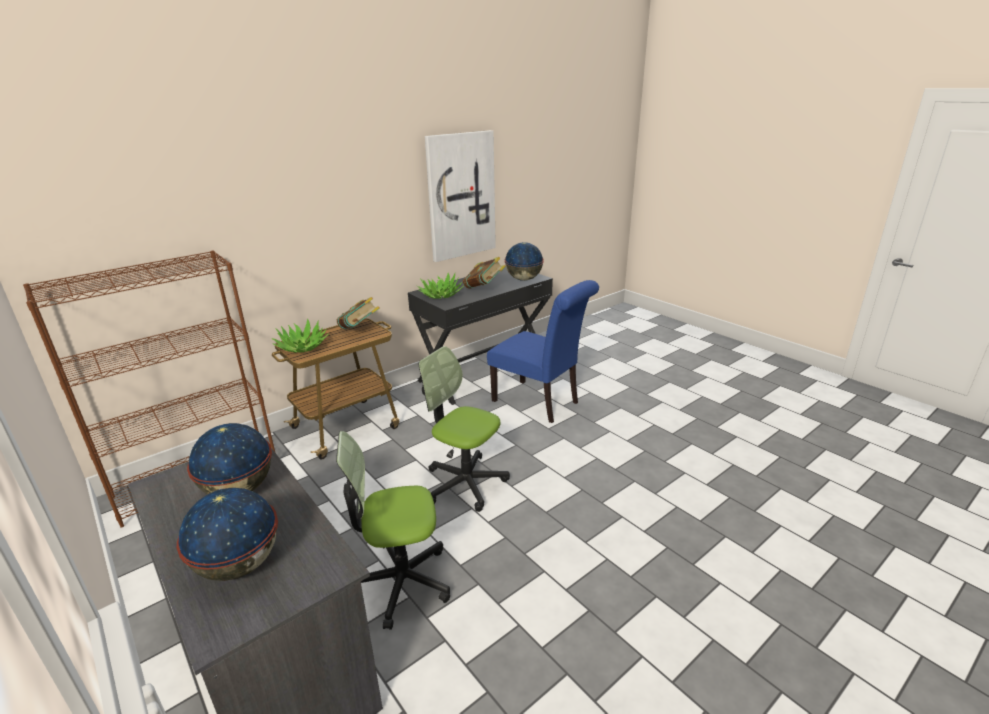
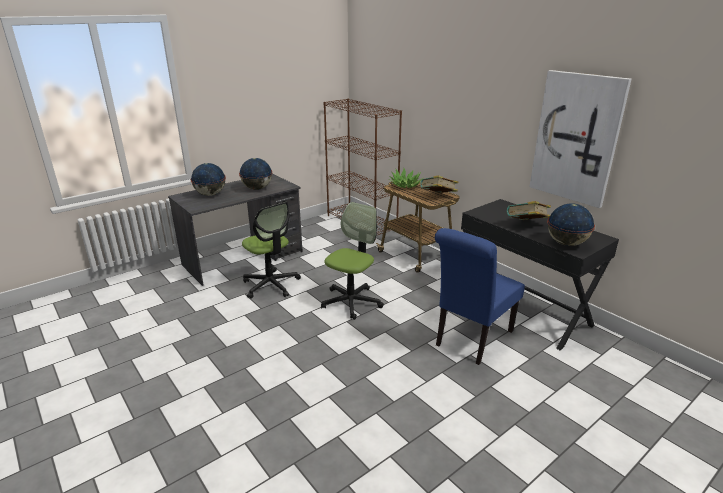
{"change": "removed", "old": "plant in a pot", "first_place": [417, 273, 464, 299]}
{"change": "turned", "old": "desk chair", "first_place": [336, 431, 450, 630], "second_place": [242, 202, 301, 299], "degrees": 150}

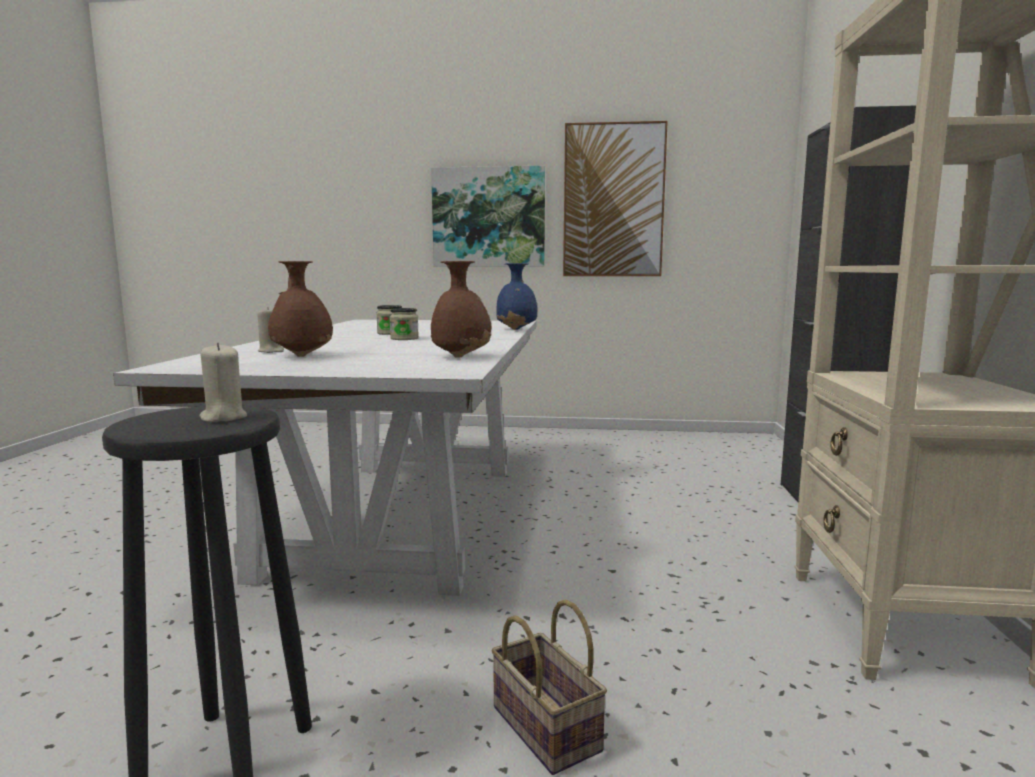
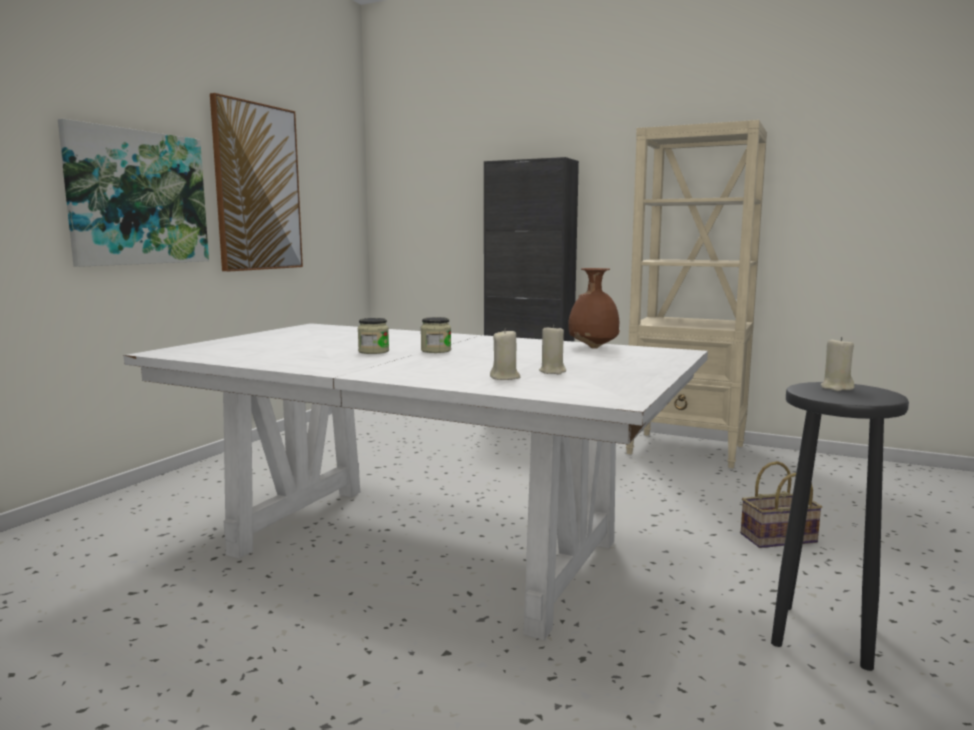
{"change": "replaced", "old": "vase/brown-coloured", "new": "candle/beige", "first_place": [268, 261, 333, 357], "second_place": [539, 324, 566, 374]}
{"change": "removed", "old": "vase/blue", "first_place": [496, 263, 537, 330]}

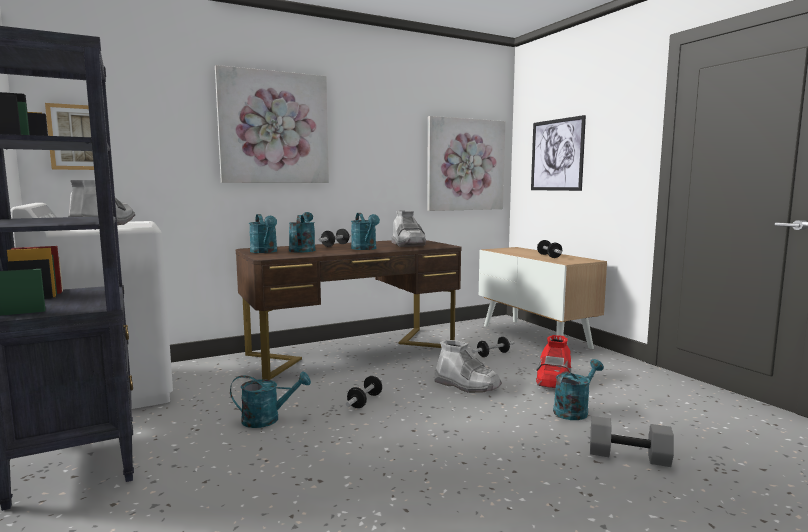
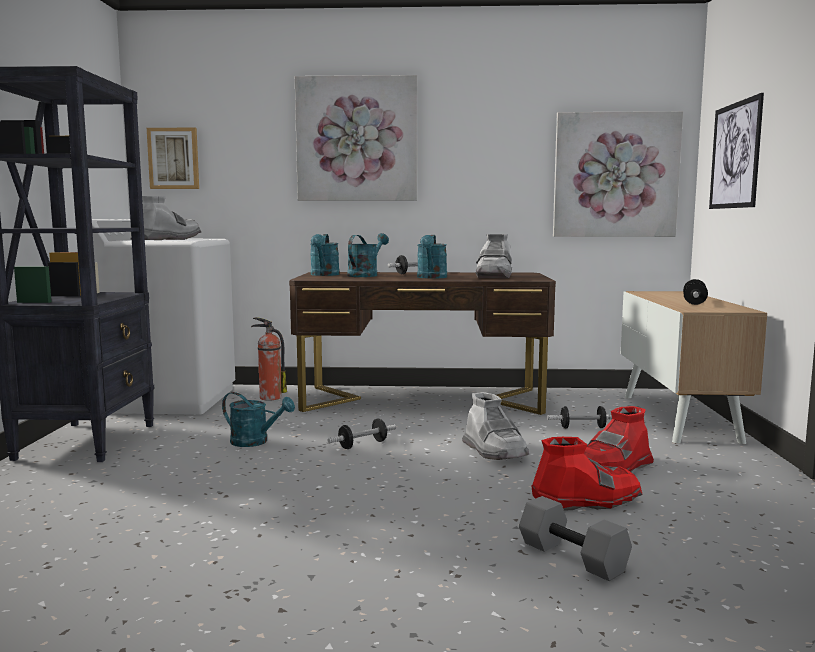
{"change": "replaced", "old": "watering can/turquoise", "new": "tall boot/reddish", "first_place": [553, 359, 604, 420], "second_place": [531, 437, 643, 511]}
{"change": "added", "new": "extinguisher", "second_place": [251, 317, 287, 400]}

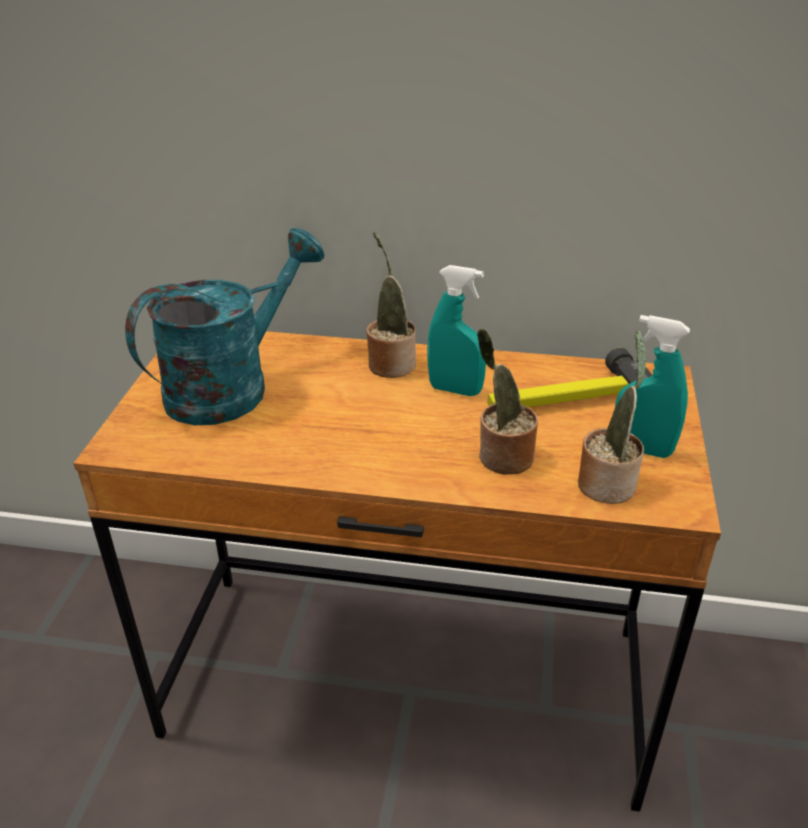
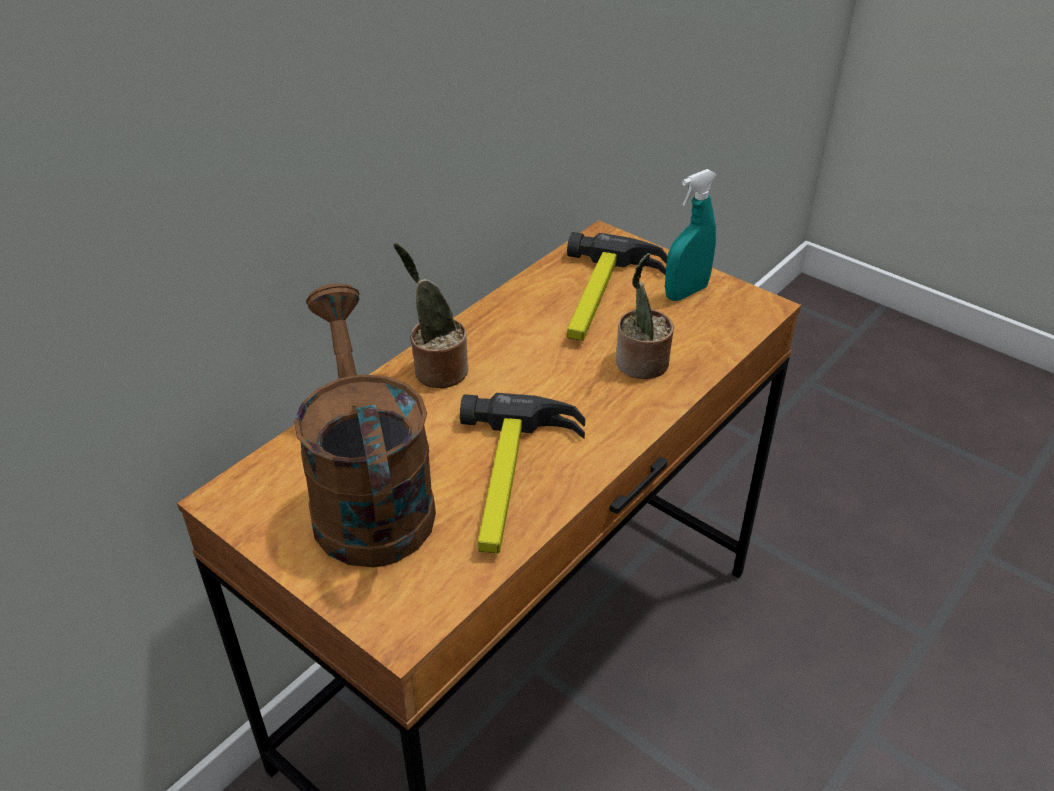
{"change": "recoloured", "old": "watering can/turquoise", "new": "watering can/brown-coloured", "first_place": [125, 228, 324, 425], "second_place": [294, 284, 436, 567]}
{"change": "removed", "old": "spray bottle/turquoise", "first_place": [427, 265, 486, 396]}
{"change": "removed", "old": "plant in a pot", "first_place": [578, 330, 647, 504]}
{"change": "added", "new": "hammer", "second_place": [460, 393, 585, 553]}

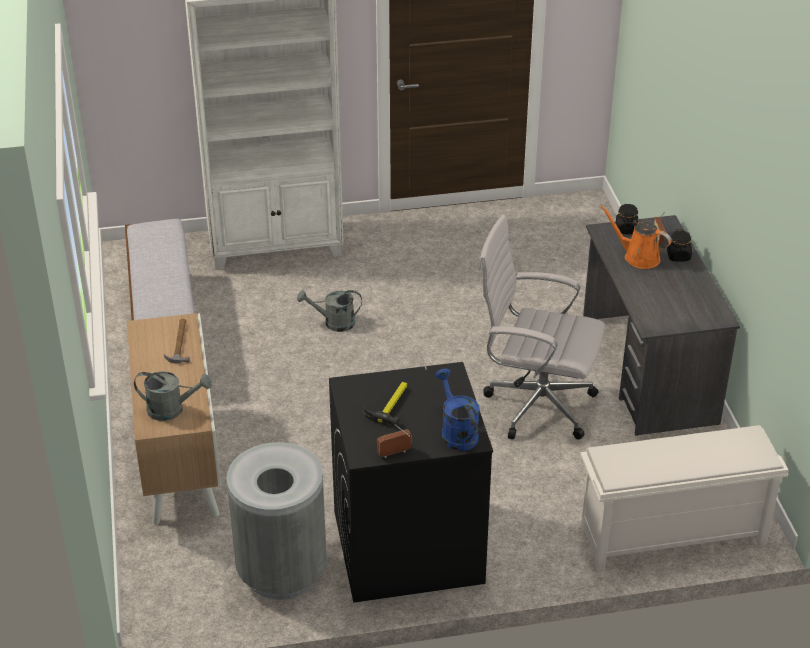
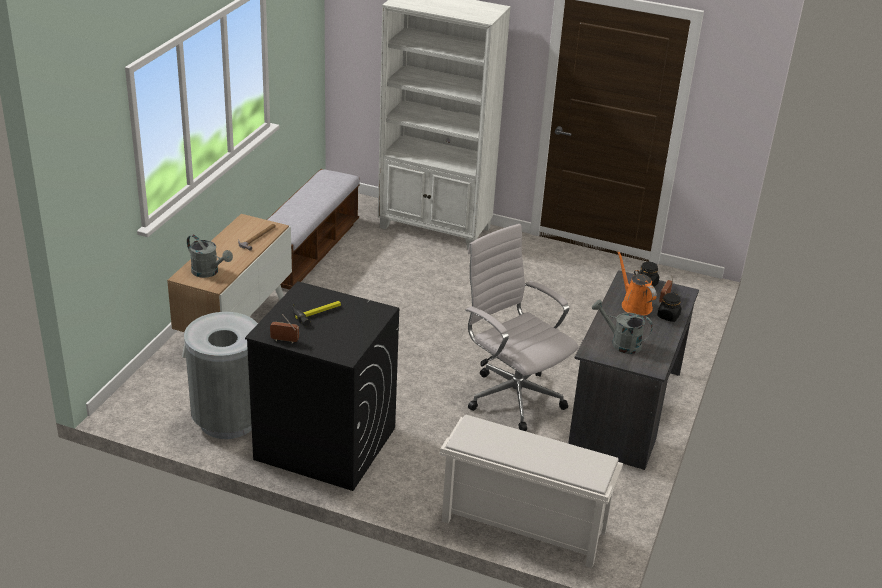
{"change": "moved", "old": "watering can/greyish", "first_place": [297, 290, 362, 332], "second_place": [592, 300, 653, 354]}
{"change": "removed", "old": "watering can/blue", "first_place": [435, 369, 479, 451]}

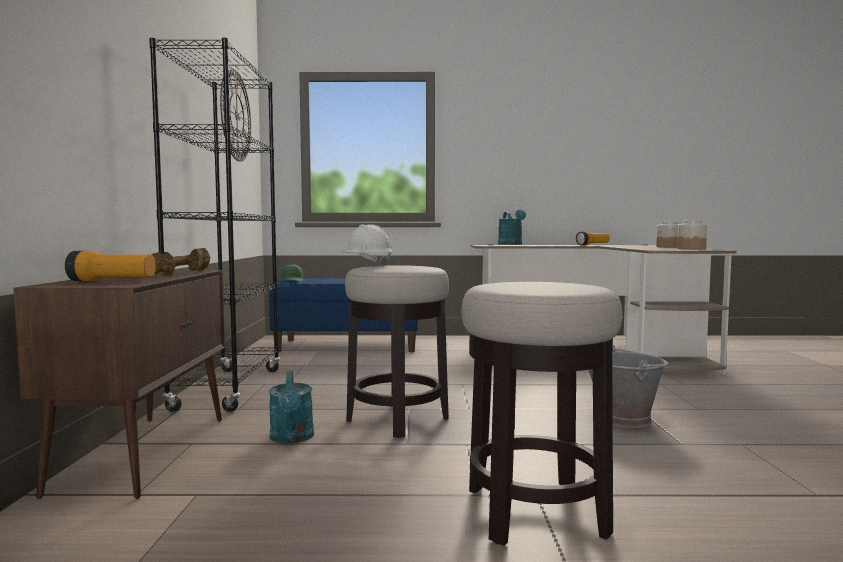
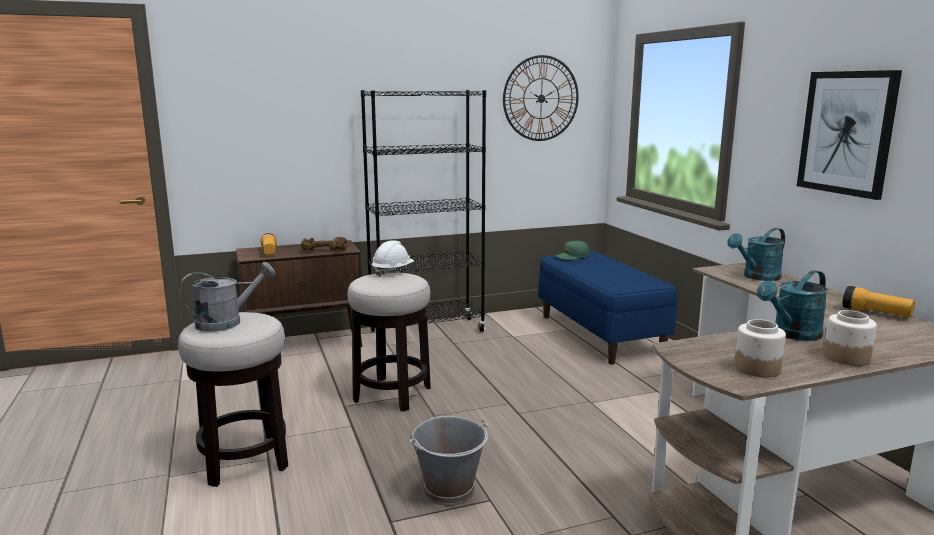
{"change": "moved", "old": "watering can/turquoise", "first_place": [269, 371, 314, 444], "second_place": [757, 270, 828, 341]}
{"change": "added", "new": "wall art", "second_place": [797, 70, 902, 200]}
{"change": "added", "new": "watering can/greyish", "second_place": [179, 262, 275, 332]}

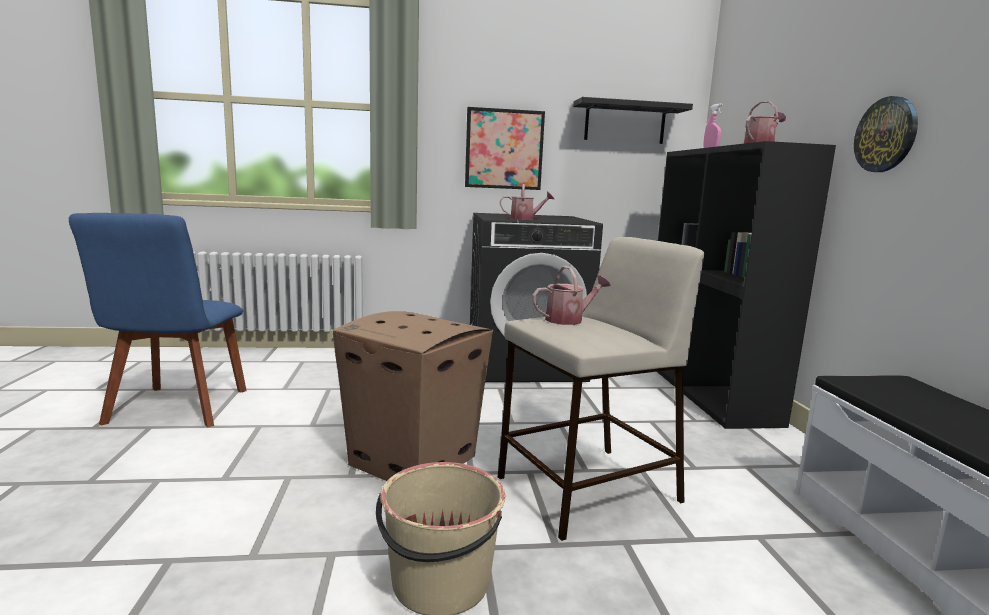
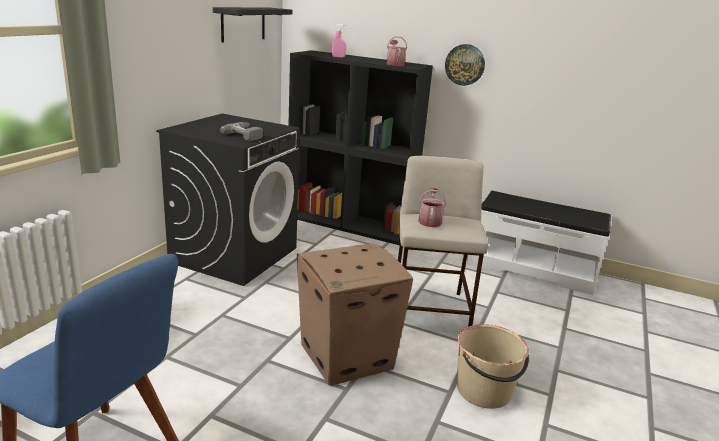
{"change": "removed", "old": "wall art", "first_place": [465, 107, 545, 190]}
{"change": "replaced", "old": "watering can", "new": "power drill", "first_place": [500, 184, 554, 220], "second_place": [220, 122, 263, 141]}

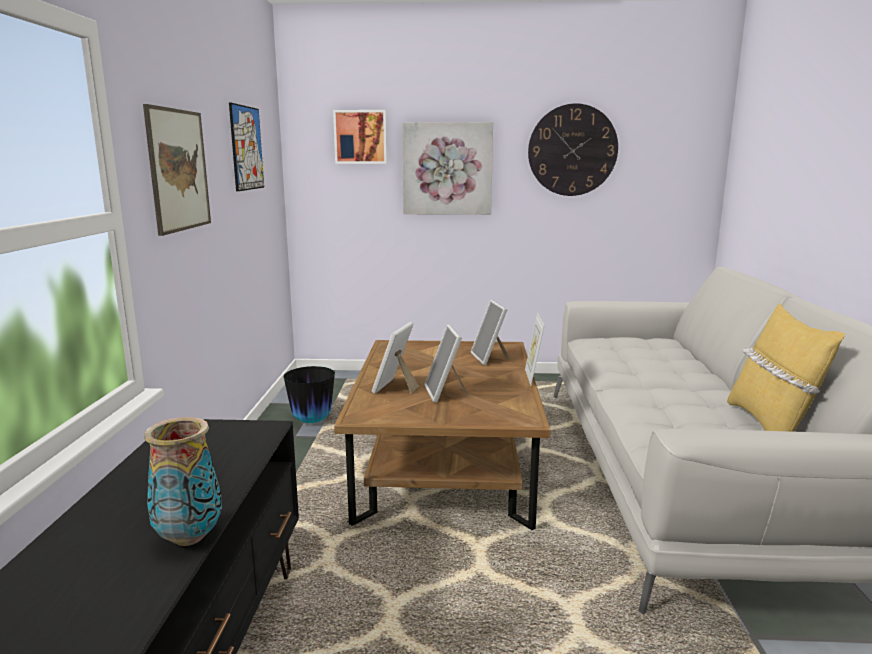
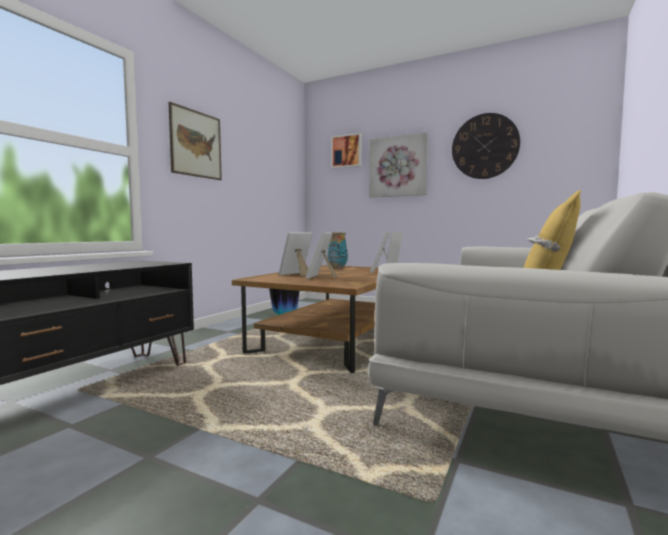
{"change": "removed", "old": "wall art", "first_place": [229, 103, 264, 191]}
{"change": "moved", "old": "vase", "first_place": [144, 417, 222, 546], "second_place": [327, 232, 348, 269]}

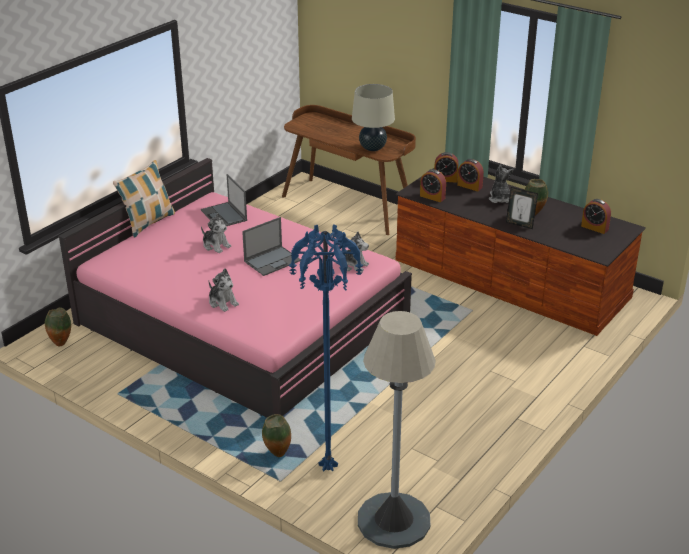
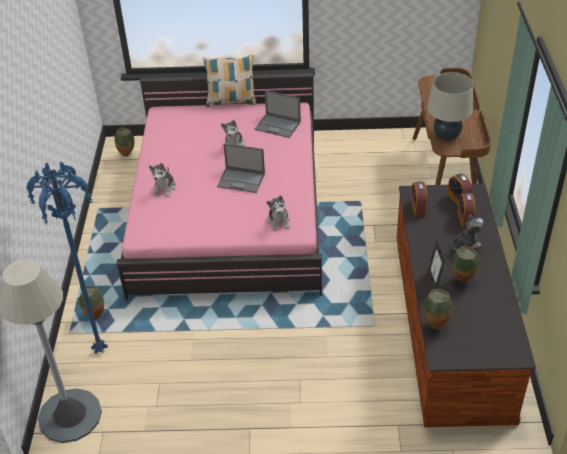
{"change": "turned", "old": "laptop", "first_place": [201, 174, 247, 226], "second_place": [255, 90, 301, 138], "degrees": -90}
{"change": "removed", "old": "alarm clock", "first_place": [581, 199, 611, 234]}
{"change": "added", "new": "vase", "second_place": [423, 289, 452, 329]}

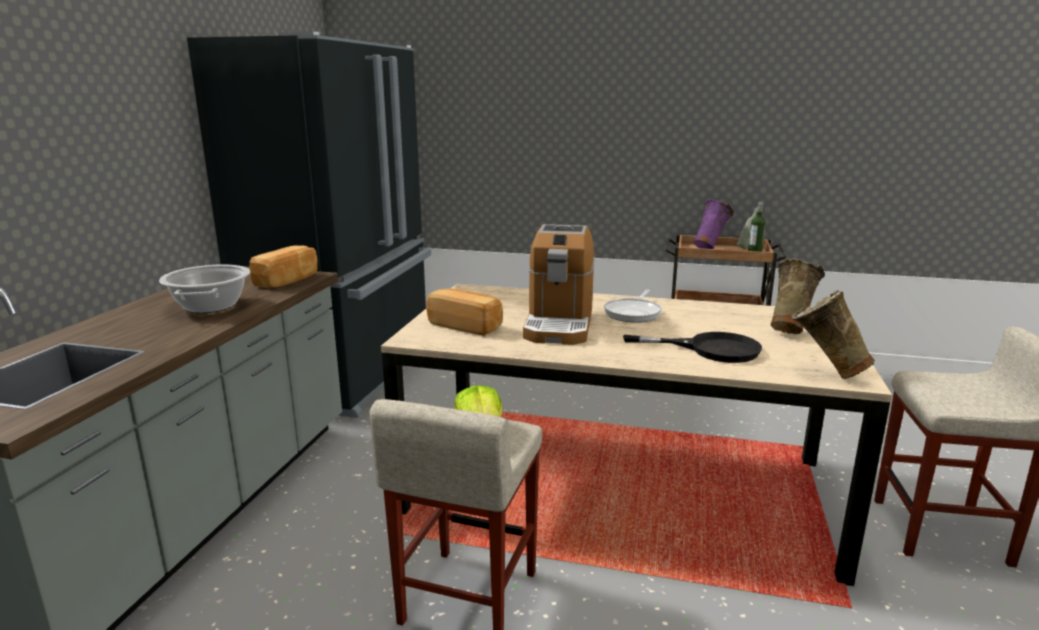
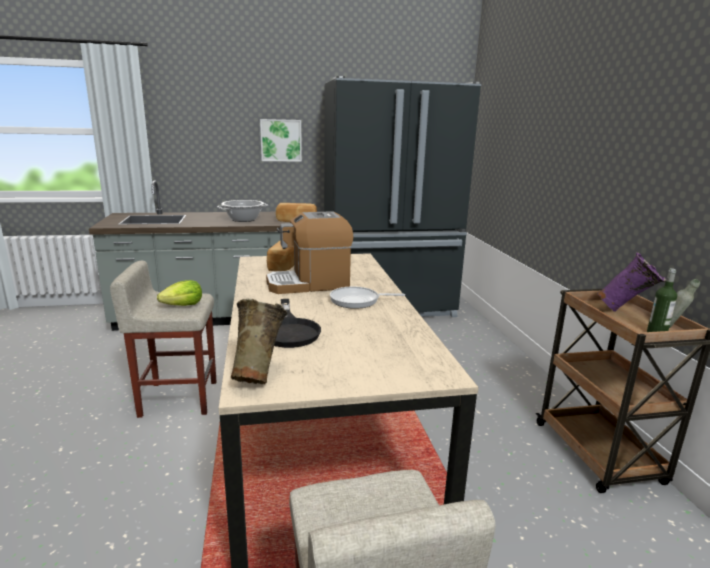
{"change": "removed", "old": "vase/beige", "first_place": [771, 259, 825, 334]}
{"change": "added", "new": "wall art", "second_place": [260, 119, 302, 162]}

